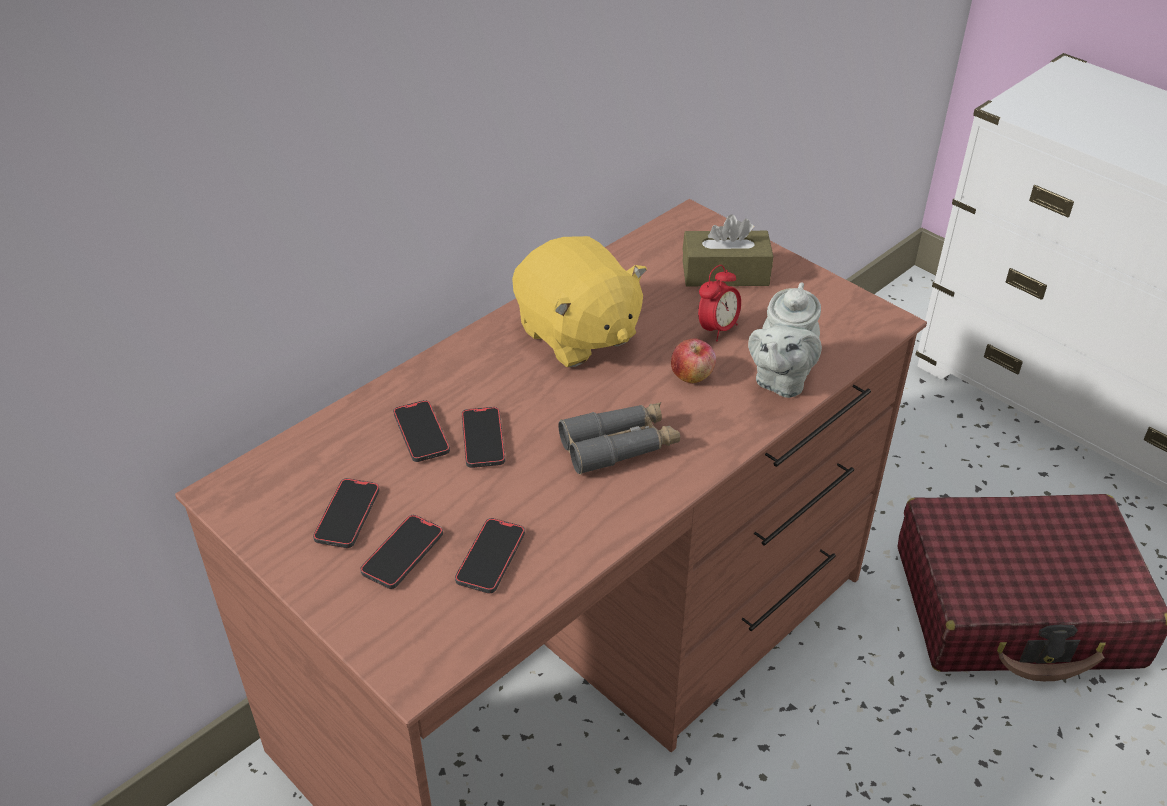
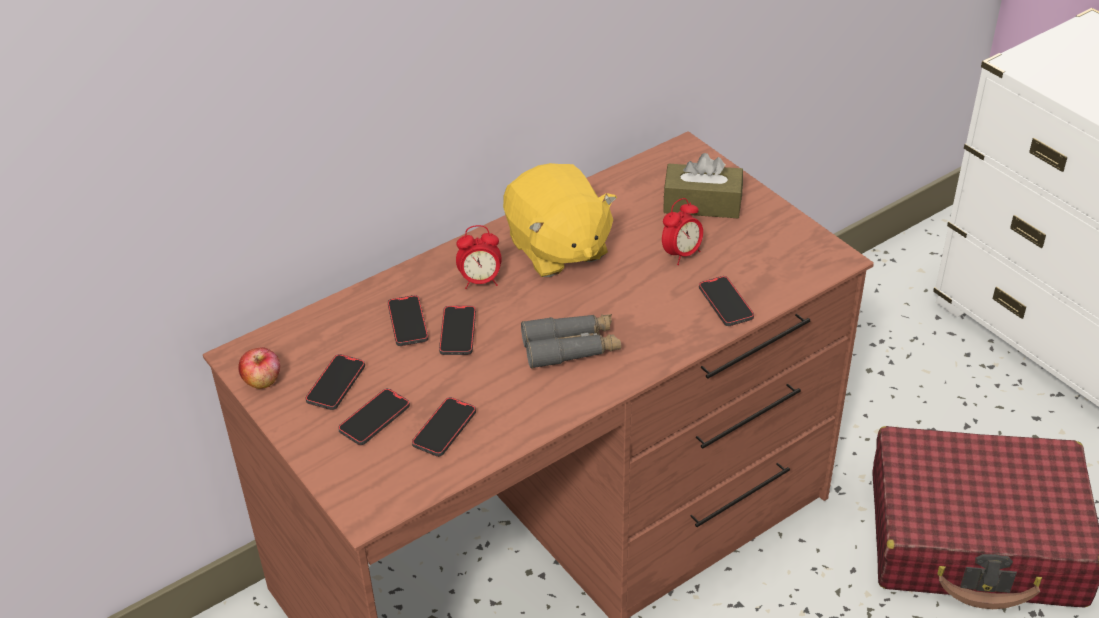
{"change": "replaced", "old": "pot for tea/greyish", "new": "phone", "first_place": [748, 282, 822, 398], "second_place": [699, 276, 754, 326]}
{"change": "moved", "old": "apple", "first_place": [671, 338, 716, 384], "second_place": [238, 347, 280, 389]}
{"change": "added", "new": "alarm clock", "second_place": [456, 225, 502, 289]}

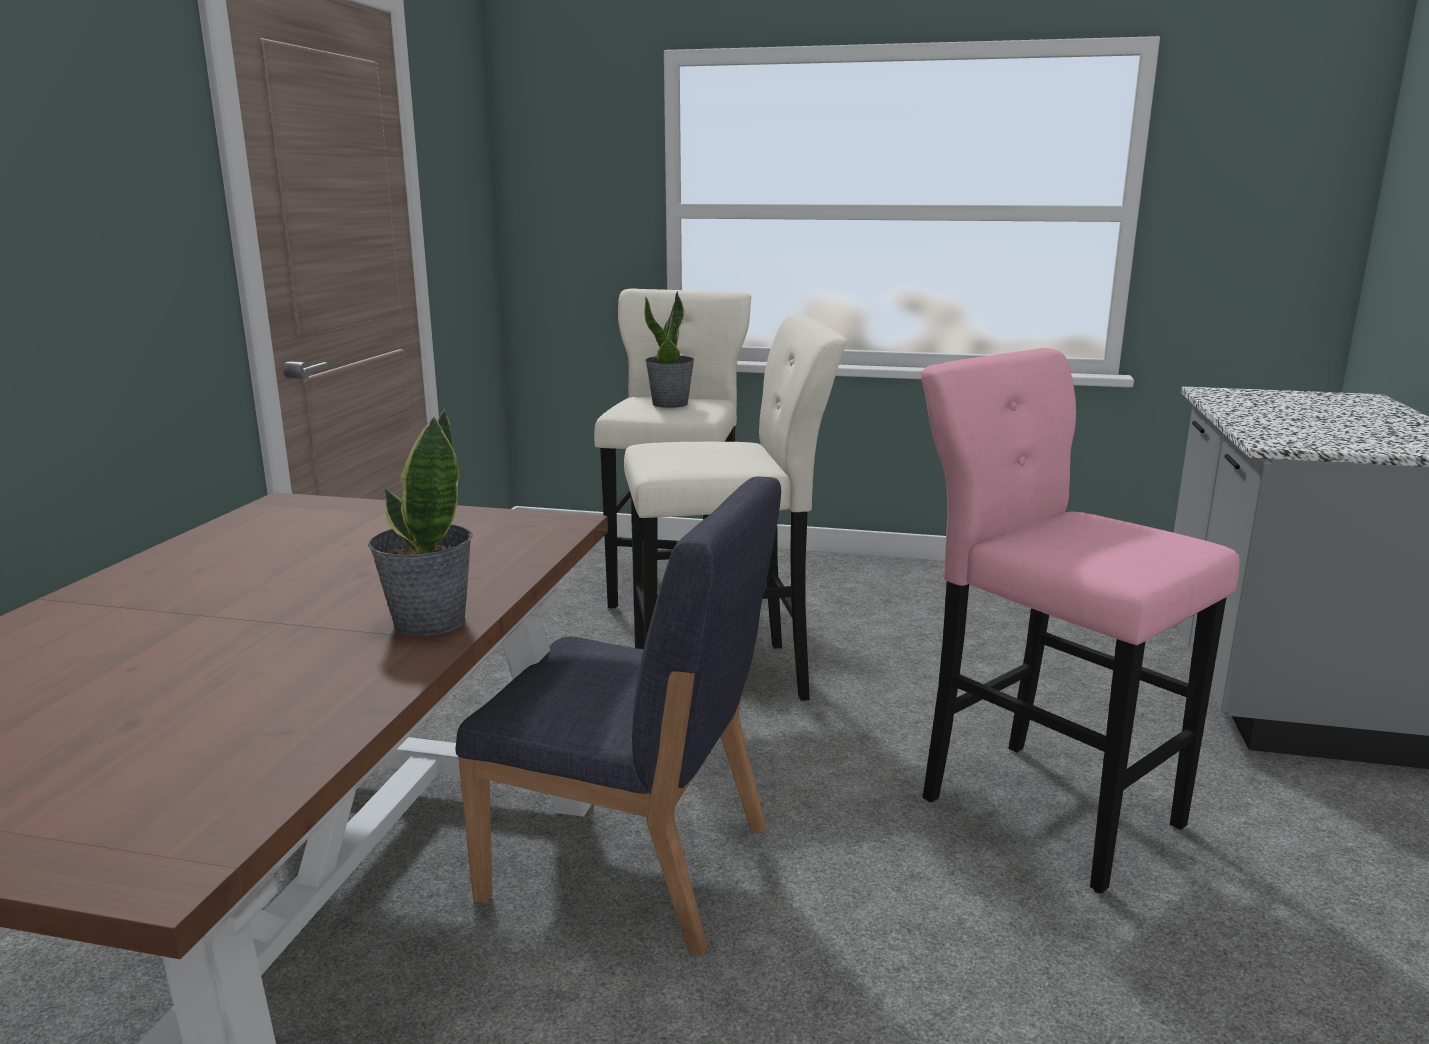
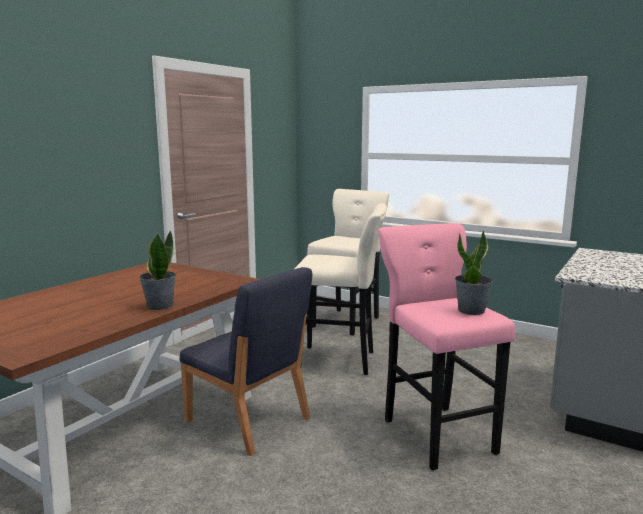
{"change": "moved", "old": "plant in a pot", "first_place": [644, 291, 695, 408], "second_place": [455, 230, 493, 315]}

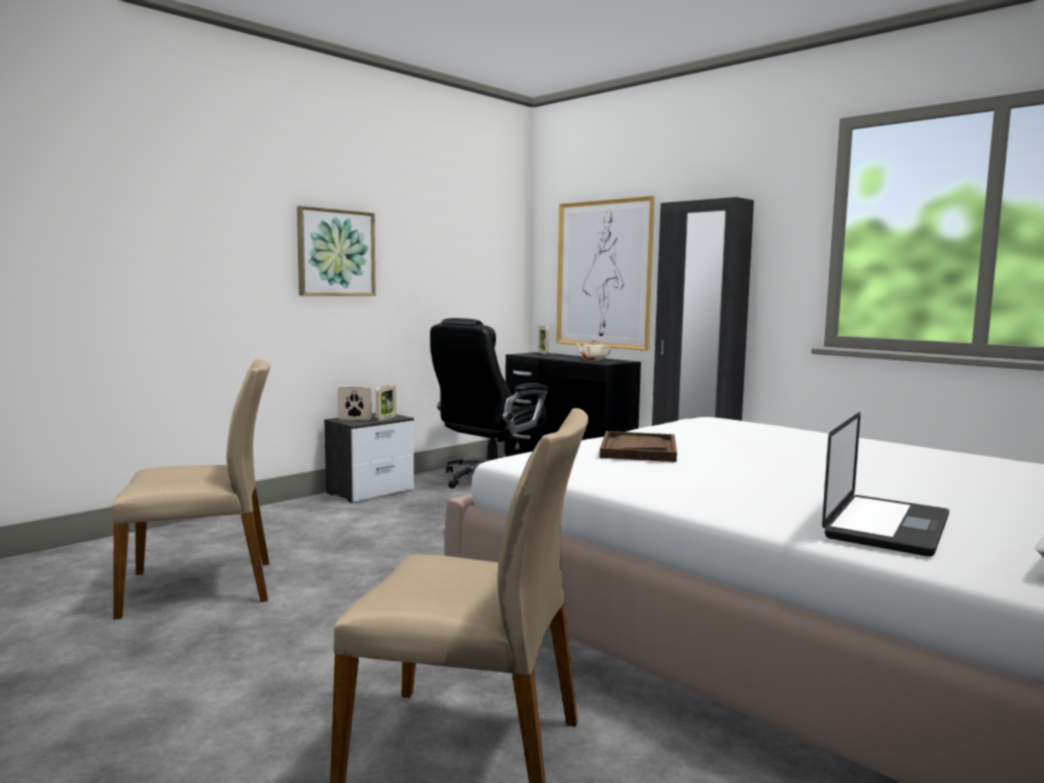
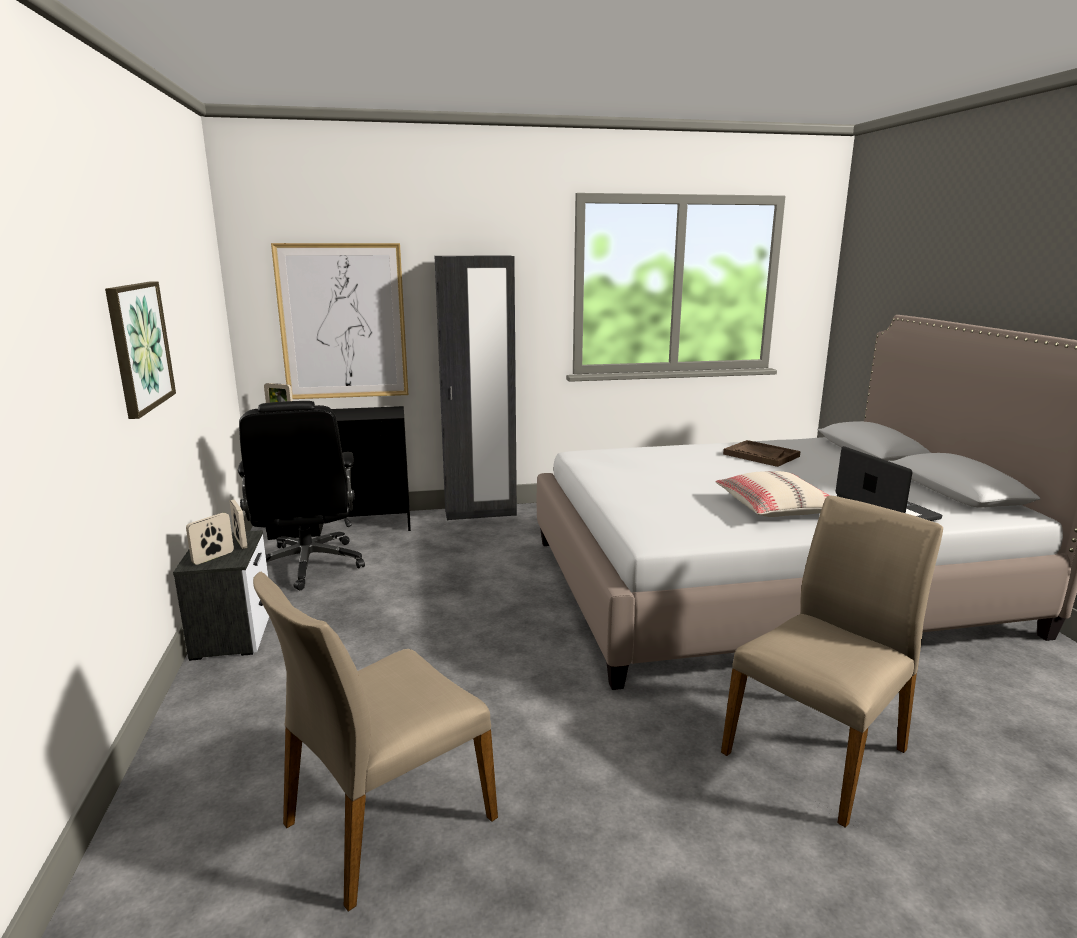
{"change": "removed", "old": "pot for tea/beige", "first_place": [575, 340, 611, 361]}
{"change": "turned", "old": "plain chair/beige", "first_place": [112, 359, 270, 620], "second_place": [253, 572, 498, 911], "degrees": -150}
{"change": "moved", "old": "tray/brown-coloured", "first_place": [600, 431, 677, 462], "second_place": [723, 440, 801, 467]}
{"change": "added", "new": "cushion/beige", "second_place": [715, 471, 830, 517]}

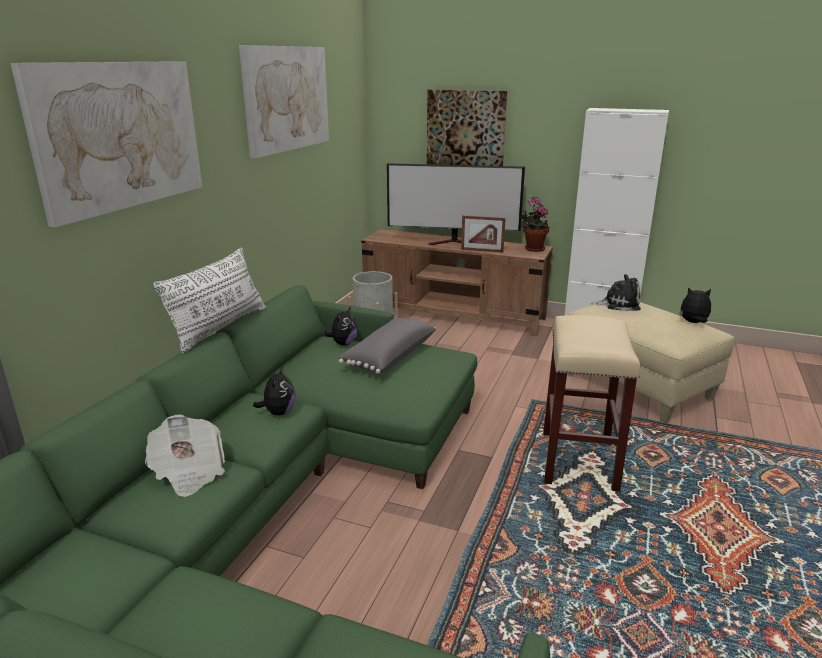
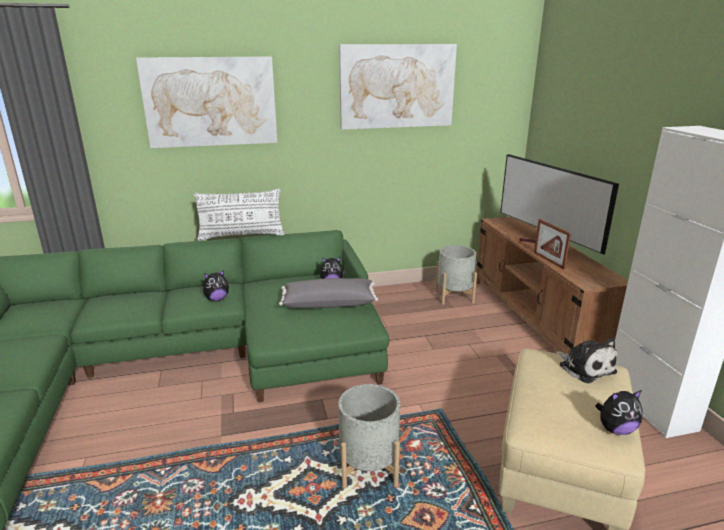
{"change": "removed", "old": "wall art", "first_place": [427, 89, 507, 166]}
{"change": "removed", "old": "plant in a pot", "first_place": [520, 197, 549, 252]}
{"change": "turned", "old": "plush toy", "first_place": [680, 287, 711, 323], "second_place": [595, 390, 642, 435], "degrees": 105}
{"change": "replaced", "old": "stool seat/beige", "new": "flower pot/greyish", "first_place": [543, 315, 640, 492], "second_place": [338, 384, 400, 489]}
{"change": "removed", "old": "daily paper", "first_place": [145, 414, 225, 497]}

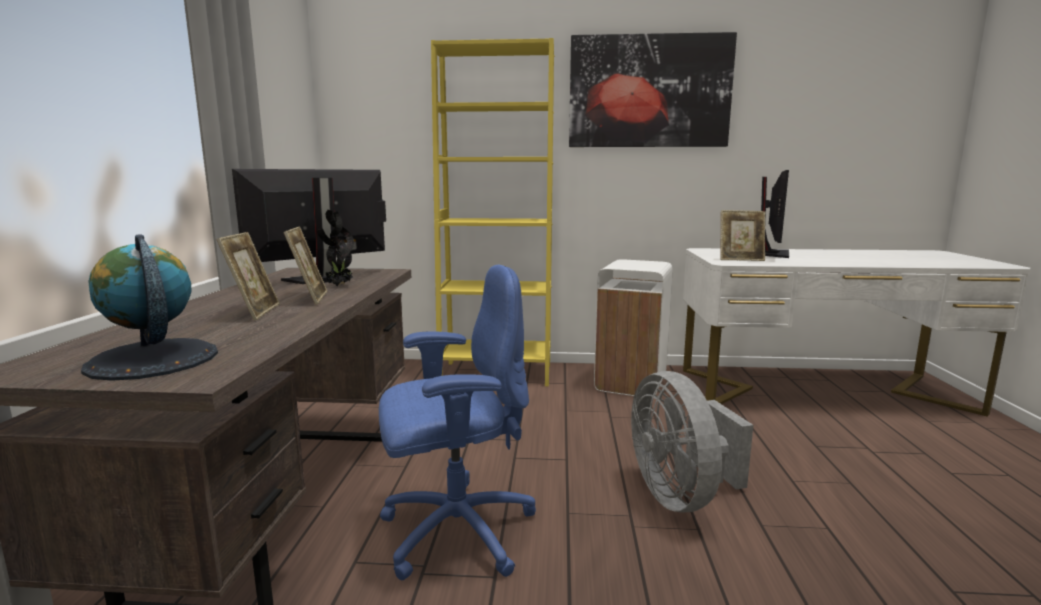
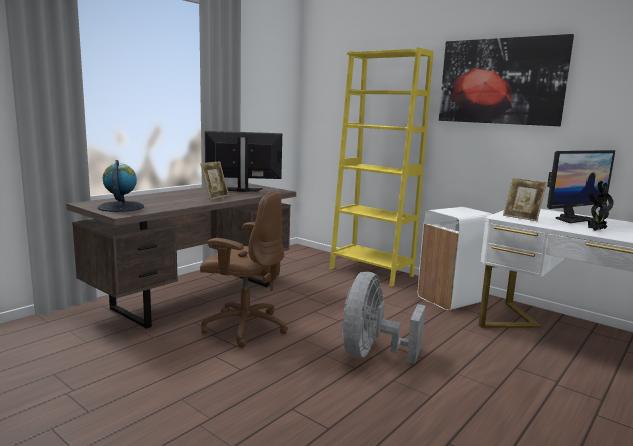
{"change": "moved", "old": "plant in a pot", "first_place": [317, 210, 354, 286], "second_place": [588, 181, 614, 231]}
{"change": "removed", "old": "standing frame", "first_place": [216, 232, 280, 321]}
{"change": "recoloured", "old": "desk chair/blue", "new": "desk chair/brown-coloured", "first_place": [379, 265, 536, 581], "second_place": [200, 191, 288, 348]}

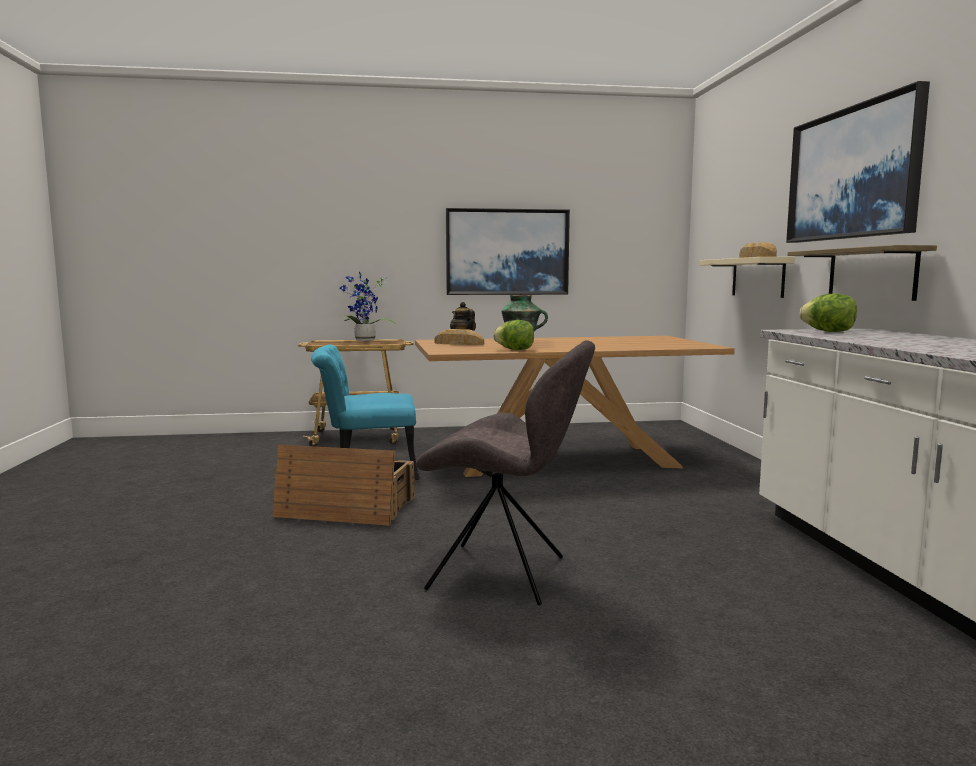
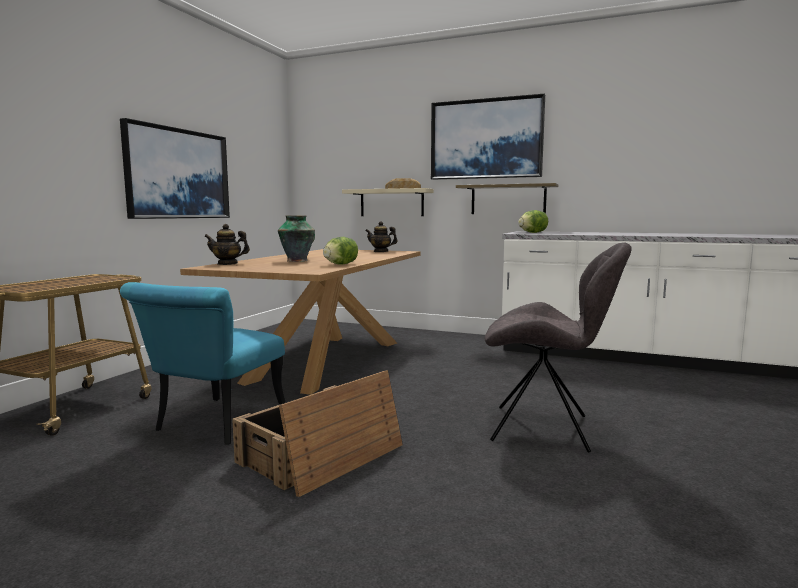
{"change": "removed", "old": "plant in a pot", "first_place": [340, 272, 396, 341]}
{"change": "removed", "old": "baked bread", "first_place": [434, 329, 484, 345]}
{"change": "turned", "old": "plain chair/greyish", "first_place": [416, 340, 595, 605], "second_place": [485, 242, 632, 453], "degrees": 60}
{"change": "added", "new": "pot for tea", "second_place": [365, 221, 398, 252]}

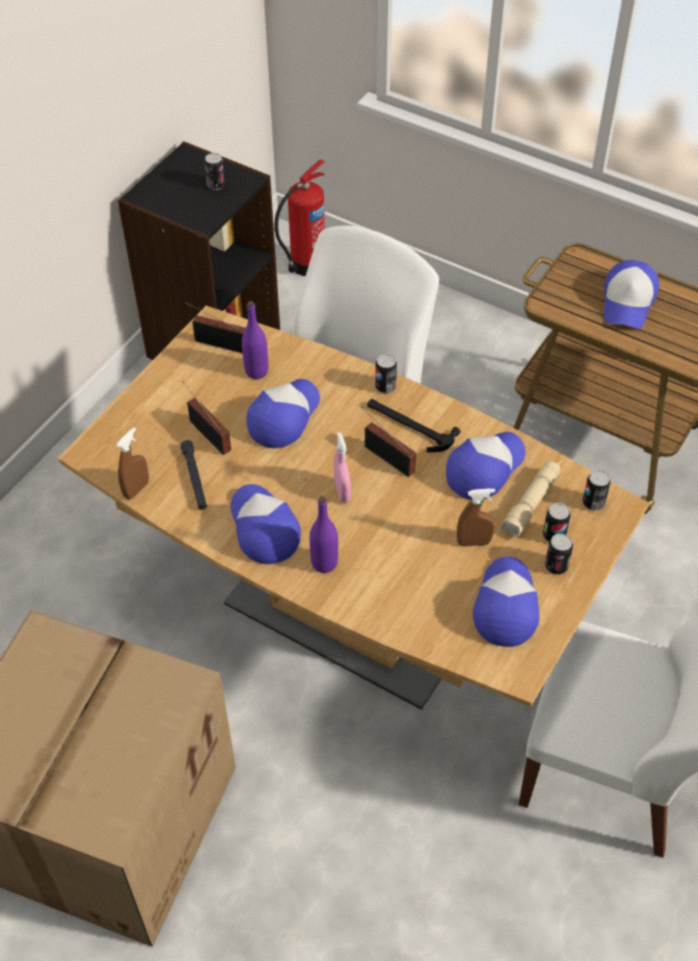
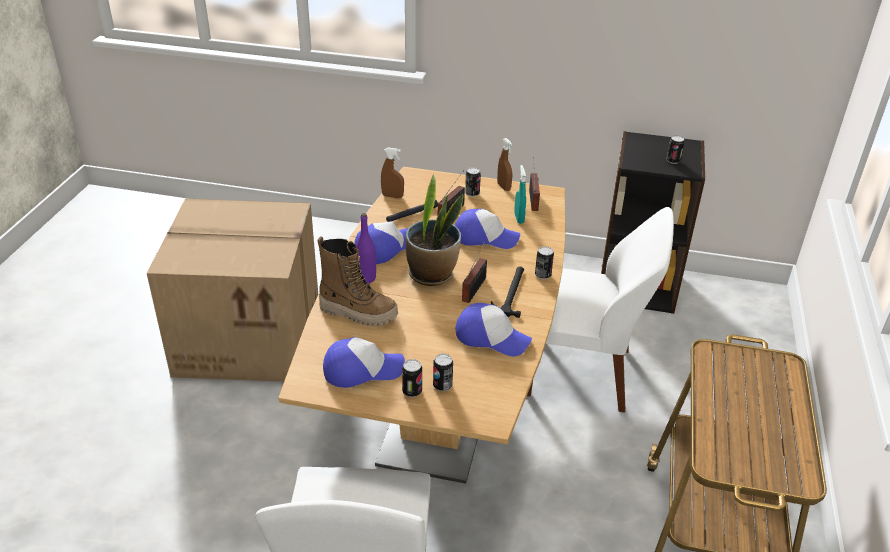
{"change": "removed", "old": "extinguisher", "first_place": [274, 159, 325, 276]}
{"change": "removed", "old": "peaked cap", "first_place": [604, 260, 659, 329]}
{"change": "replaced", "old": "bottle/purplish", "new": "spray bottle/turquoise", "first_place": [242, 301, 268, 379], "second_place": [514, 165, 526, 224]}
{"change": "replaced", "old": "spray bottle/pinkish", "new": "plant in a pot", "first_place": [334, 432, 351, 503], "second_place": [406, 175, 463, 286]}
{"change": "removed", "old": "torch/beige", "first_place": [501, 460, 560, 538]}
{"change": "moved", "old": "sealed can", "first_place": [583, 470, 610, 511], "second_place": [465, 167, 481, 197]}
{"change": "moved", "old": "spray bottle/brown-coloured", "first_place": [457, 488, 495, 547], "second_place": [497, 138, 512, 191]}
{"change": "added", "new": "tall boot", "second_place": [318, 236, 398, 326]}

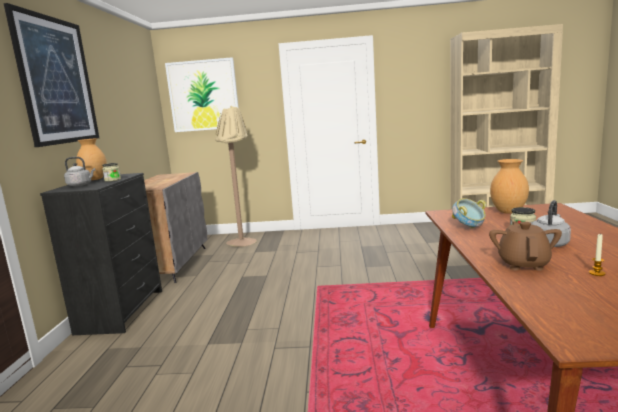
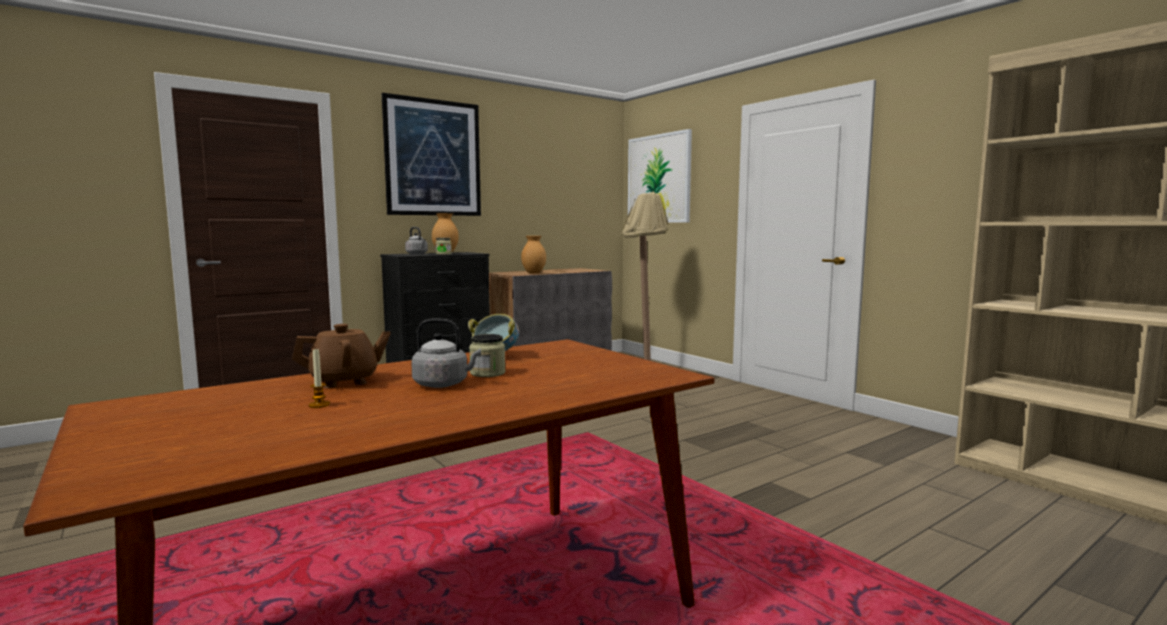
{"change": "moved", "old": "vase/brown-coloured", "first_place": [490, 159, 529, 214], "second_place": [521, 236, 546, 273]}

